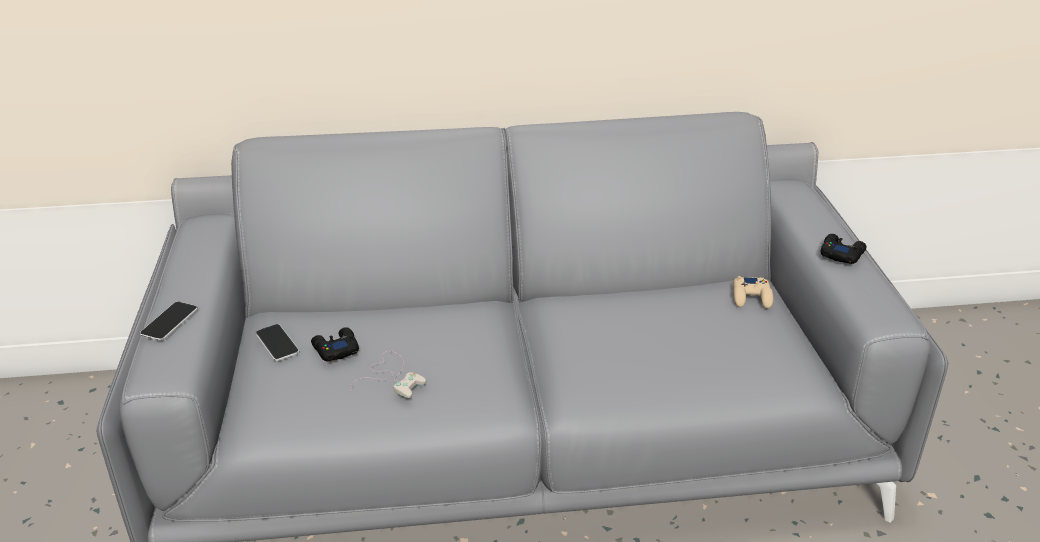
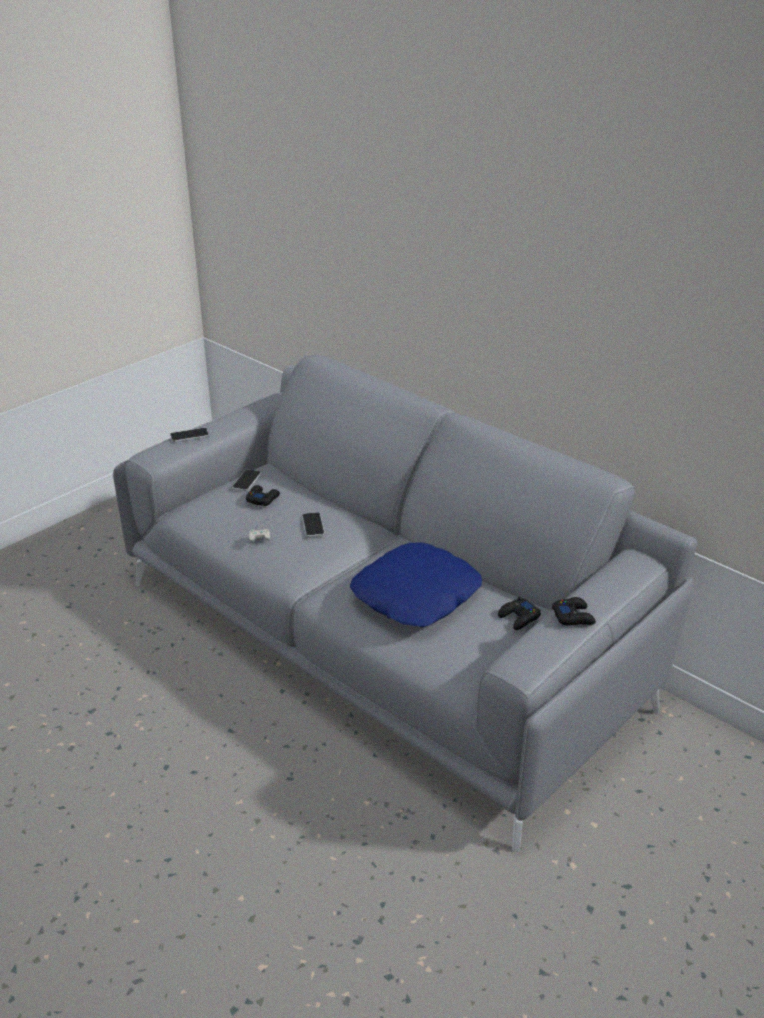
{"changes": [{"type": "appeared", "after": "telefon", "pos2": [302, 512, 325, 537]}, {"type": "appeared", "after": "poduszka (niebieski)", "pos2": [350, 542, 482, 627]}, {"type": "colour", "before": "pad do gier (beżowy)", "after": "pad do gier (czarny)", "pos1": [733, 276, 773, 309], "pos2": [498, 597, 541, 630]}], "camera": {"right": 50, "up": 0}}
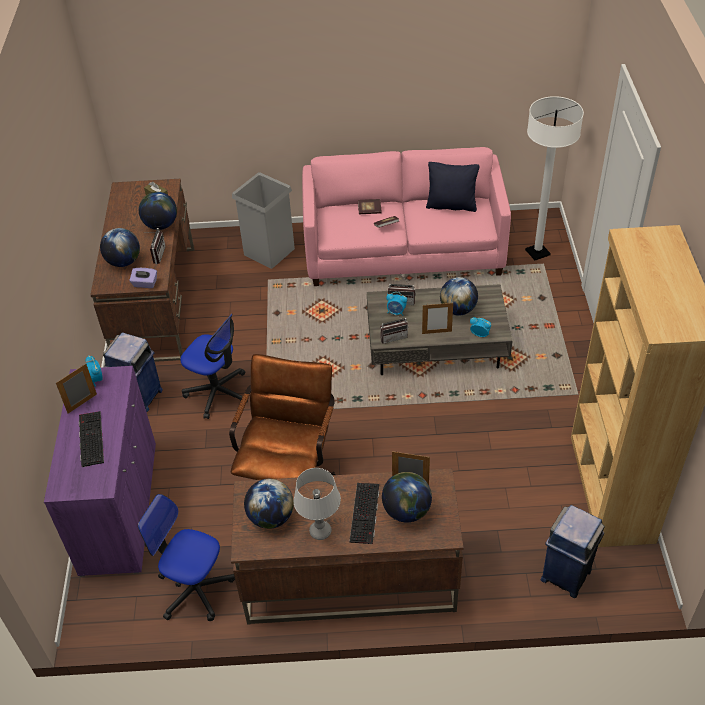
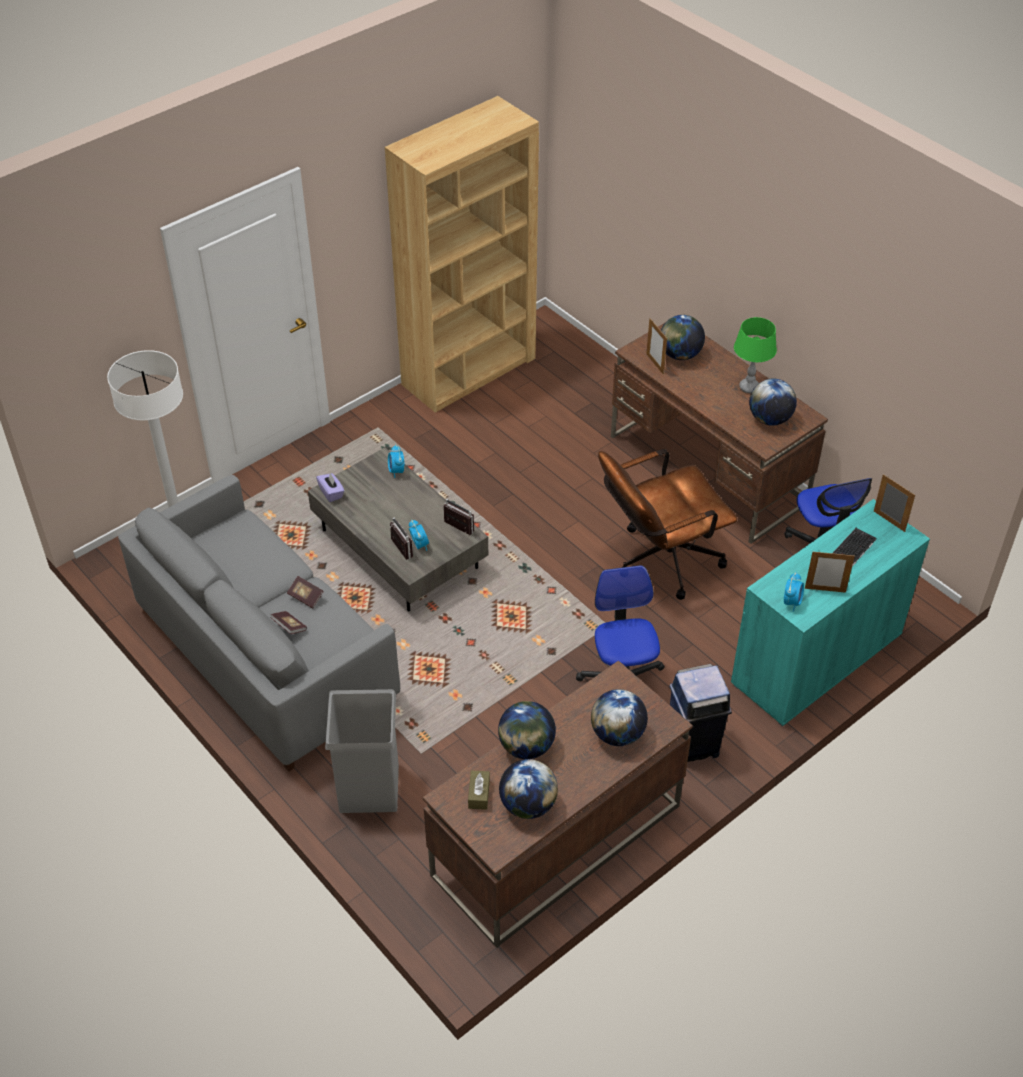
{"changes": [{"type": "missing", "before": "radio", "pos1": [142, 228, 166, 264]}, {"type": "missing", "before": "klawiatura", "pos1": [349, 483, 379, 544]}, {"type": "missing", "before": "poduszka (czarny)", "pos1": [426, 162, 480, 212]}, {"type": "missing", "before": "kosz na śmieci (niebieski)", "pos1": [541, 505, 605, 598]}, {"type": "relocated", "before": "pudełko chusteczek (fioletowy)", "pos1": [129, 268, 157, 288], "pos2": [316, 473, 344, 502]}, {"type": "relocated", "before": "ramka na zdjęcie", "pos1": [422, 302, 453, 334], "pos2": [874, 474, 915, 532]}, {"type": "relocated", "before": "globus", "pos1": [440, 277, 478, 315], "pos2": [499, 759, 558, 819]}, {"type": "colour", "before": "szafka (fioletowy)", "after": "szafka (turkusowy)", "pos1": [44, 366, 156, 577], "pos2": [731, 499, 930, 727]}, {"type": "colour", "before": "lampa stołowa (szary)", "after": "lampa stołowa (zielony)", "pos1": [294, 468, 341, 540], "pos2": [734, 317, 777, 393]}, {"type": "colour", "before": "kanapa (różowy)", "after": "kanapa (szary)", "pos1": [302, 147, 511, 286], "pos2": [118, 475, 400, 772]}], "camera": {"right": -130, "up": 0}}
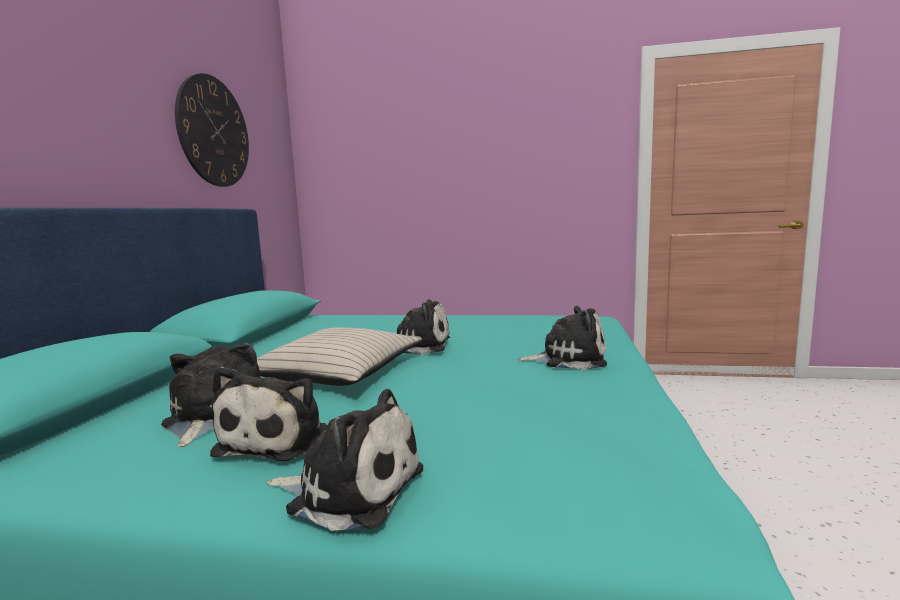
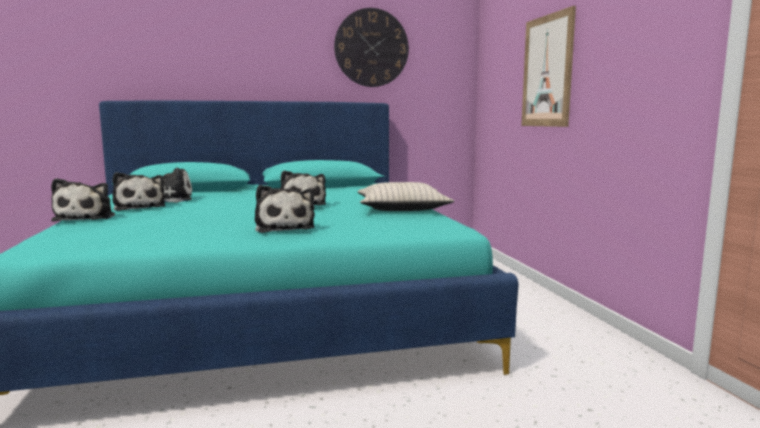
{"changes": [{"type": "appeared", "after": "obraz", "pos2": [521, 6, 576, 127]}, {"type": "relocated", "before": "poduszka (beżowy)", "pos1": [257, 327, 422, 386], "pos2": [357, 182, 454, 211]}, {"type": "spun", "before": "pluszak", "pos1": [210, 366, 328, 462], "pos2": [112, 172, 165, 211], "turn": -105}], "camera": {"right": 65, "up": 0}}
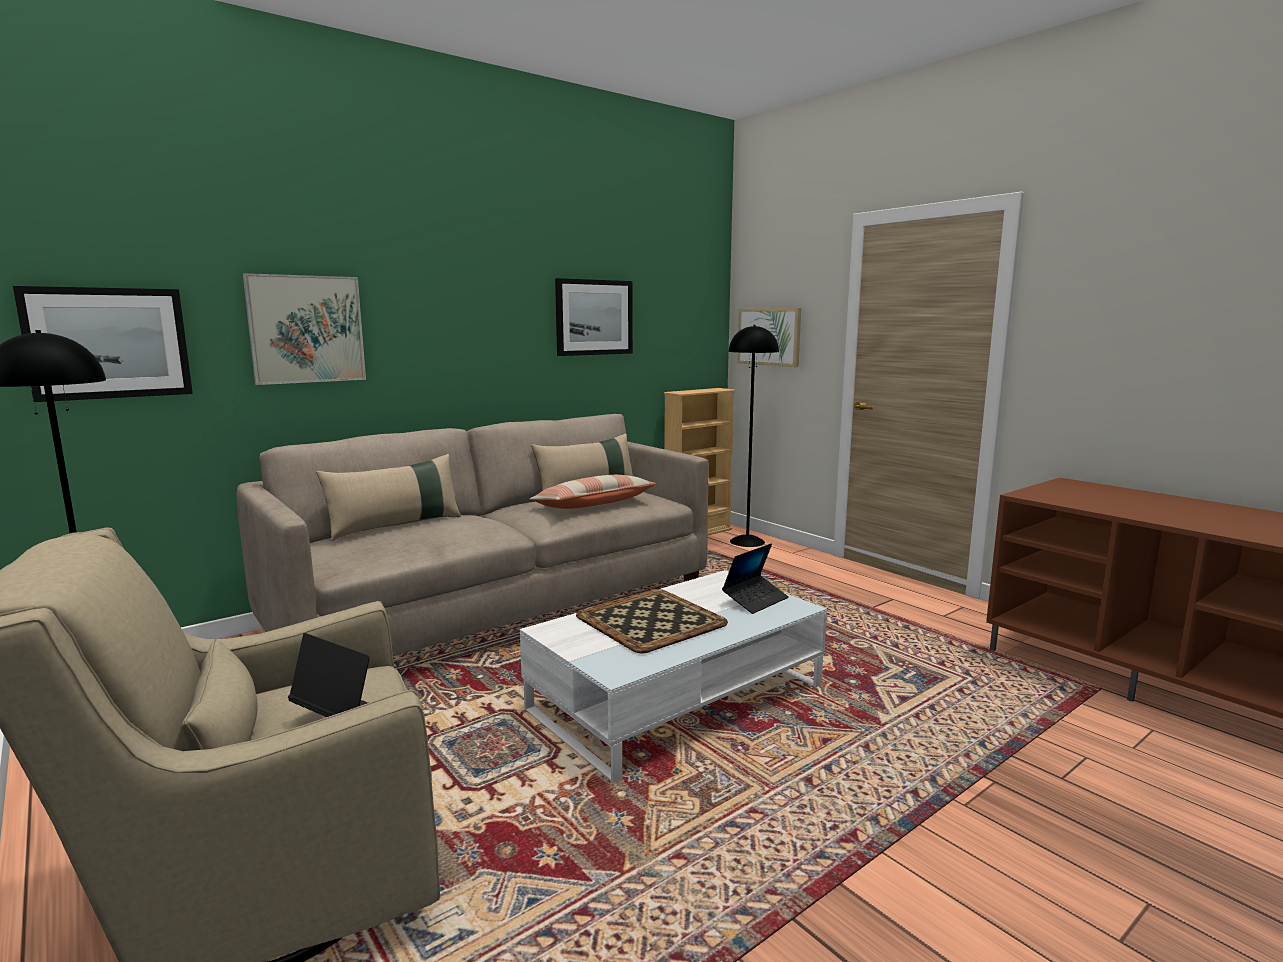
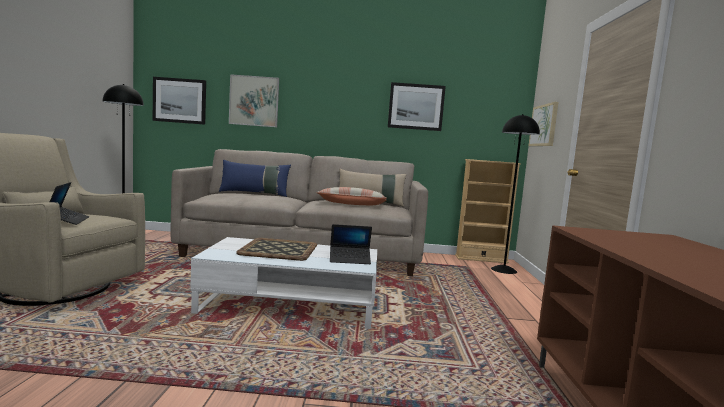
{"changes": [{"type": "colour", "before": "poduszka (beżowy)", "after": "poduszka (niebieski)", "pos1": [316, 454, 461, 541], "pos2": [219, 160, 291, 197]}], "camera": {"right": 40, "up": -5}}
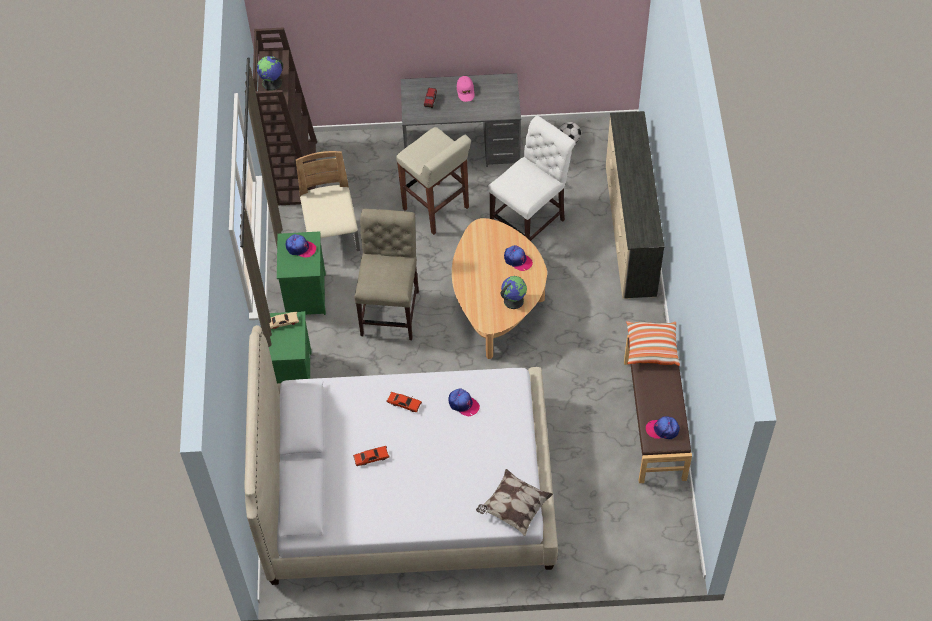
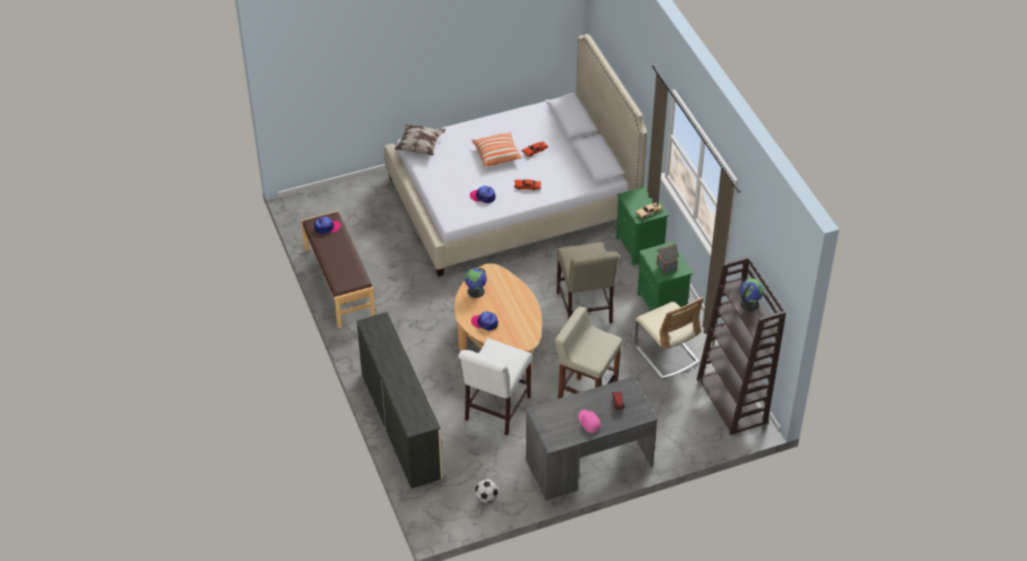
{"changes": [{"type": "relocated", "before": "poduszka", "pos1": [626, 321, 680, 366], "pos2": [472, 132, 522, 167]}, {"type": "exchanged", "before": "czapka z daszkiem", "after": "domek", "pos1": [286, 234, 316, 257], "pos2": [656, 243, 679, 274]}], "camera": {"right": 160, "up": -10}}
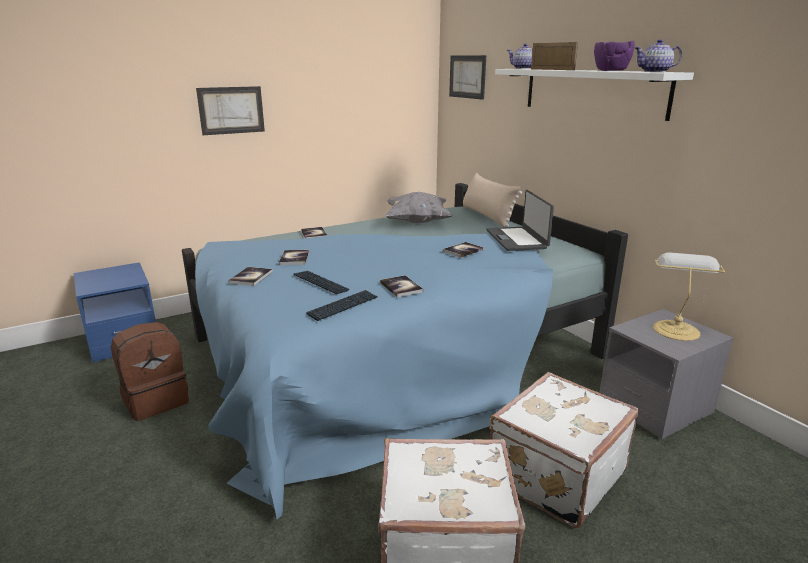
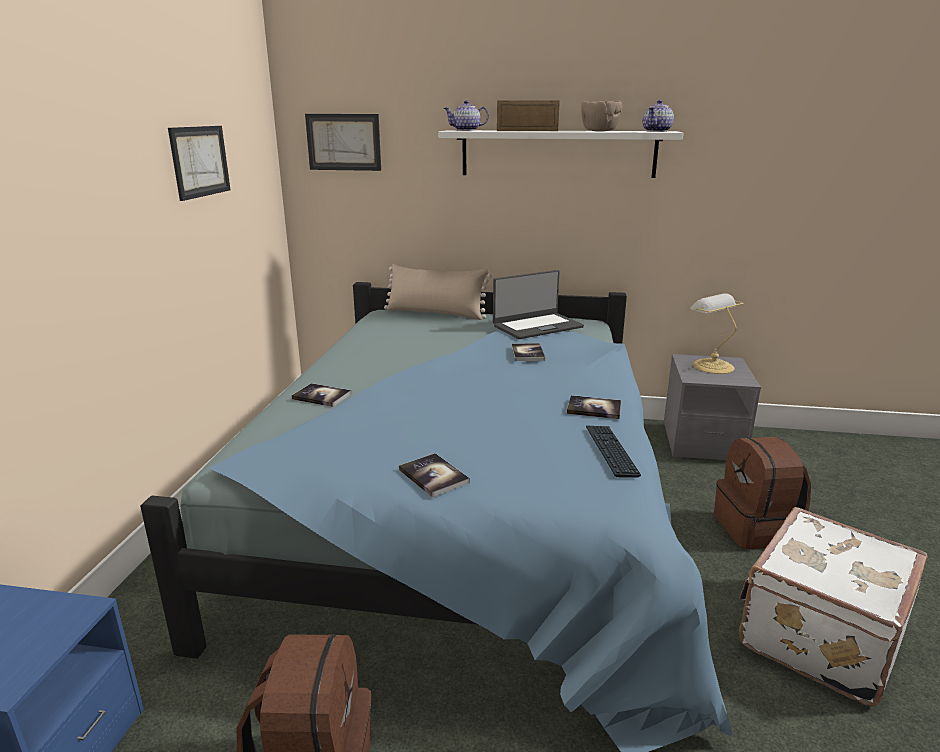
{"changes": [{"type": "missing", "before": "książka", "pos1": [279, 250, 309, 265]}, {"type": "missing", "before": "klawiatura", "pos1": [293, 271, 349, 294]}, {"type": "missing", "before": "poduszka (szary)", "pos1": [385, 192, 453, 223]}, {"type": "relocated", "before": "obraz", "pos1": [196, 86, 265, 135], "pos2": [168, 126, 231, 201]}, {"type": "exchanged", "before": "walizka (biały)", "after": "plecak (brązowy)", "pos1": [489, 372, 639, 528], "pos2": [714, 436, 811, 549]}, {"type": "colour", "before": "miska (fioletowy)", "after": "miska (brązowy)", "pos1": [594, 41, 634, 71], "pos2": [581, 100, 622, 131]}, {"type": "spun", "before": "laptop", "pos1": [487, 190, 554, 251], "pos2": [493, 270, 584, 339], "turn": -60}], "camera": {"right": -50, "up": 0}}
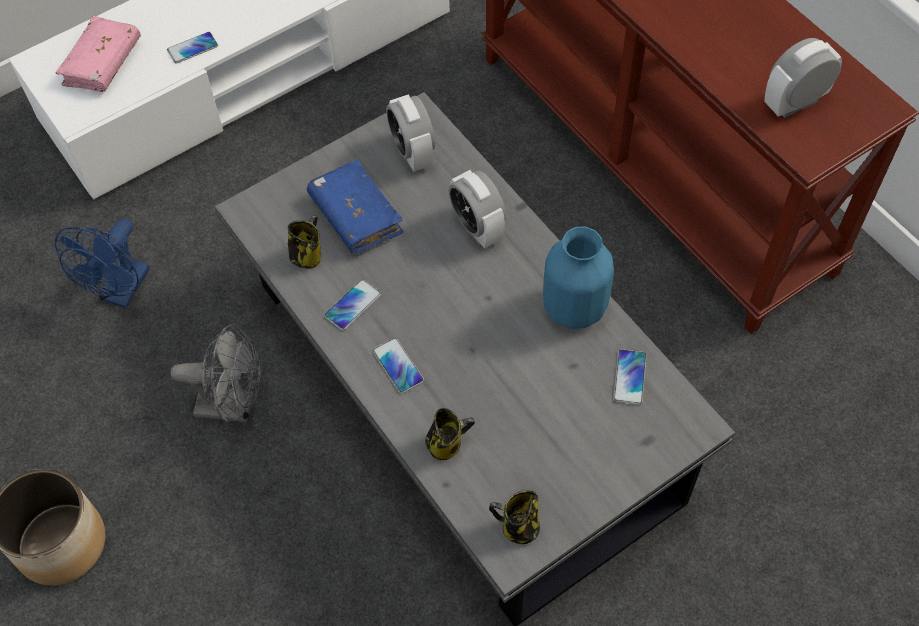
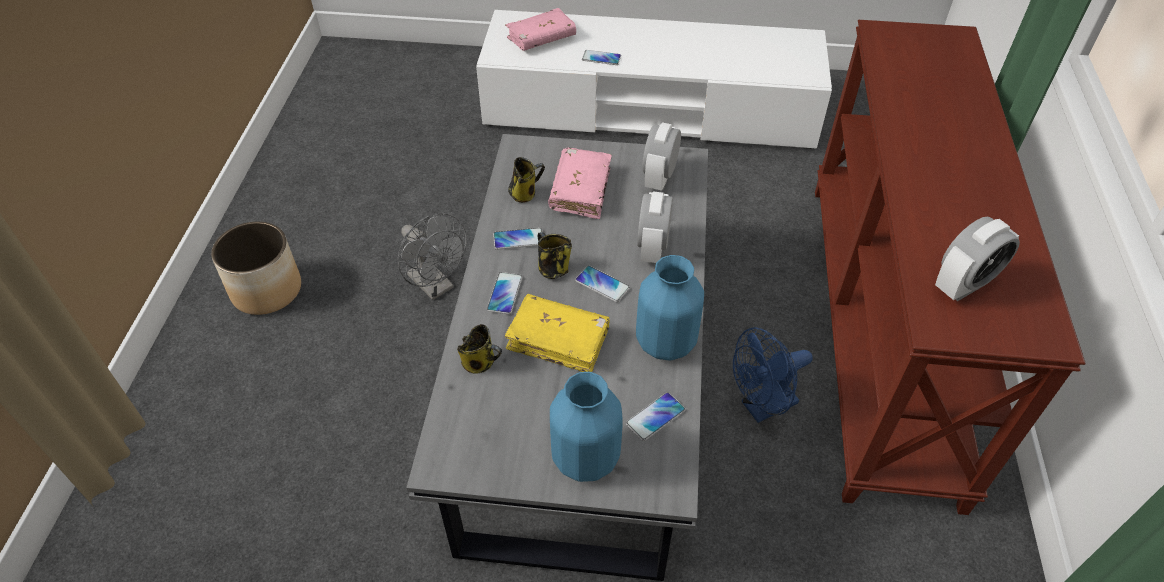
{"changes": [{"type": "appeared", "after": "książka (żółty)", "pos2": [505, 294, 610, 372]}, {"type": "appeared", "after": "wazon (niebieski)", "pos2": [550, 372, 623, 482]}, {"type": "appeared", "after": "telefon", "pos2": [575, 266, 630, 302]}, {"type": "relocated", "before": "wentylator (niebieski)", "pos1": [55, 218, 150, 308], "pos2": [733, 327, 813, 423]}, {"type": "relocated", "before": "kubek", "pos1": [489, 490, 540, 544], "pos2": [537, 232, 572, 279]}, {"type": "colour", "before": "książka (niebieski)", "after": "książka (różowy)", "pos1": [307, 160, 404, 254], "pos2": [548, 148, 612, 219]}, {"type": "spun", "before": "budzik", "pos1": [764, 38, 842, 118], "pos2": [935, 217, 1020, 301], "turn": 135}], "camera": {"right": 40, "up": -10}}
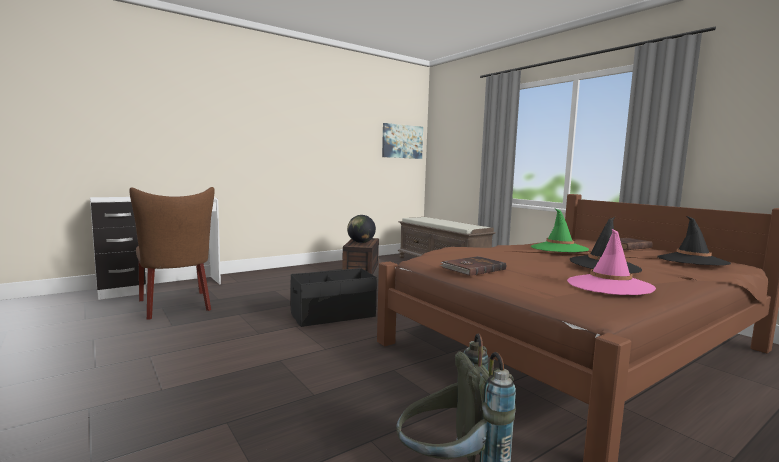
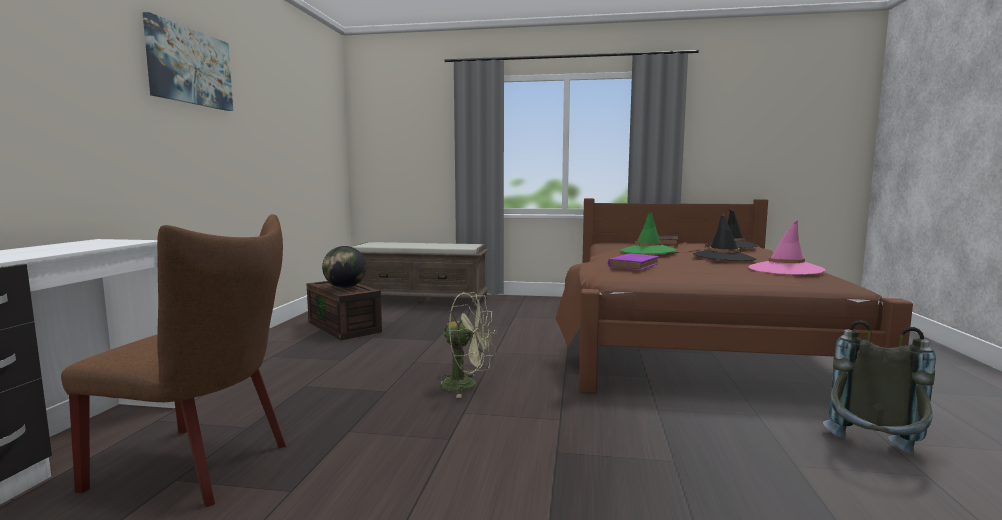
{"changes": [{"type": "missing", "before": "książka (brązowy)", "pos1": [440, 256, 506, 276]}, {"type": "appeared", "after": "książka (fioletowy)", "pos2": [608, 254, 659, 270]}, {"type": "relocated", "before": "obraz", "pos1": [382, 123, 423, 159], "pos2": [143, 12, 233, 111]}, {"type": "exchanged", "before": "pojemnik do przechowywania (czarny)", "after": "wentylator (zielony)", "pos1": [290, 268, 377, 327], "pos2": [436, 292, 497, 398]}], "camera": {"right": -45, "up": 0}}
